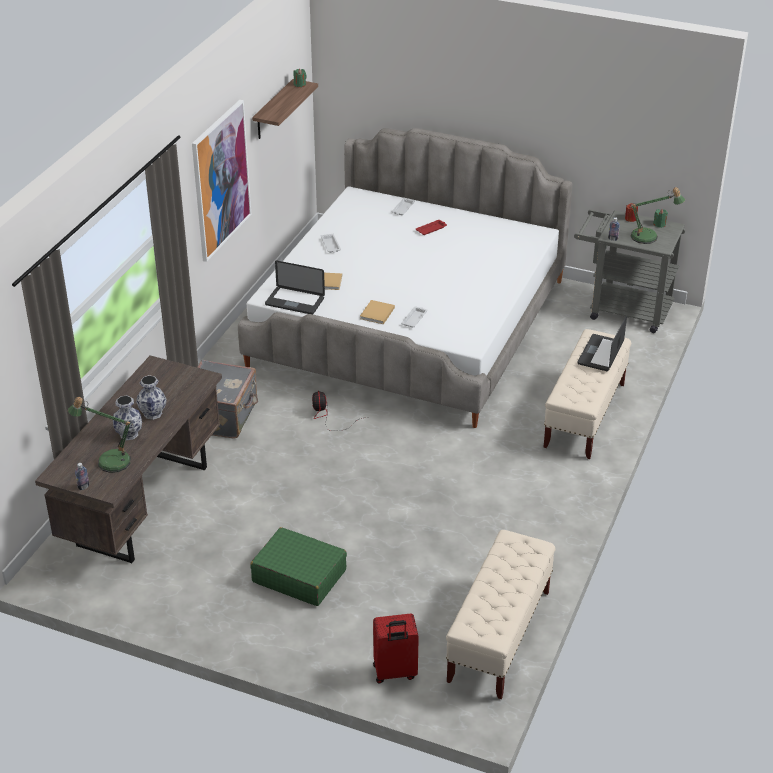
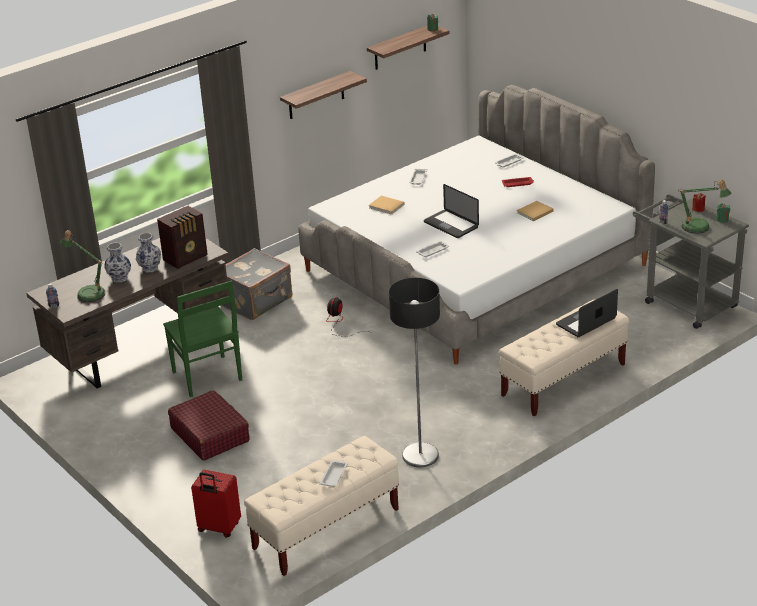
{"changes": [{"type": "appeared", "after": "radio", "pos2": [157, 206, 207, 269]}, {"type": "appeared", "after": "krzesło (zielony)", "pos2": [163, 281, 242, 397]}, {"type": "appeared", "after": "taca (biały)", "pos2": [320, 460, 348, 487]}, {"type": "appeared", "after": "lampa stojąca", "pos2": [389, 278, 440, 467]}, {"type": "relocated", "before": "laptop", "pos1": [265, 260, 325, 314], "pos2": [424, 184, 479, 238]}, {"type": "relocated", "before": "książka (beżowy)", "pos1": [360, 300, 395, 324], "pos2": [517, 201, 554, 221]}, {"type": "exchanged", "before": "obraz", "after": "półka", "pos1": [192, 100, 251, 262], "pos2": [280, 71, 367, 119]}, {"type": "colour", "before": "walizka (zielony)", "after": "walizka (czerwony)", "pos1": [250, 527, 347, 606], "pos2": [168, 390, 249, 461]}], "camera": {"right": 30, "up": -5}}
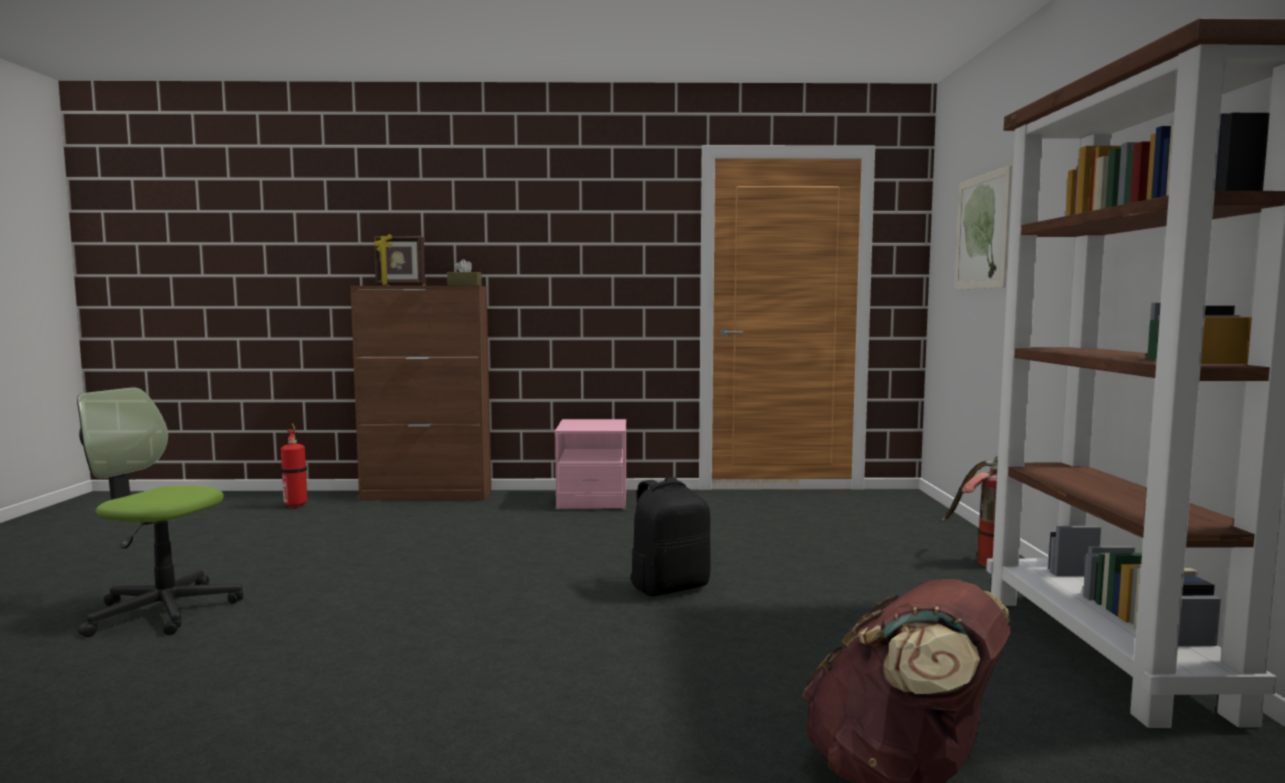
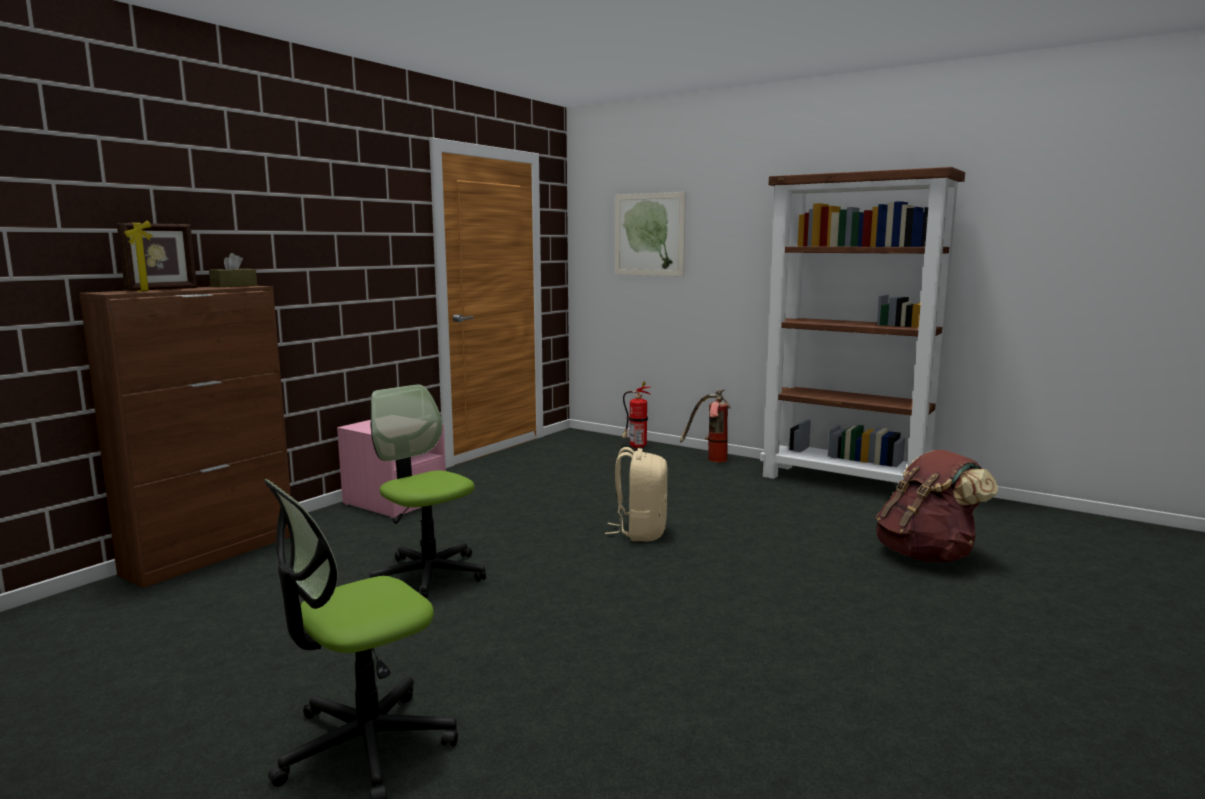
{"changes": [{"type": "appeared", "after": "krzesło biurowe", "pos2": [366, 384, 486, 598]}, {"type": "relocated", "before": "gaśnica", "pos1": [281, 423, 307, 508], "pos2": [621, 382, 650, 449]}, {"type": "colour", "before": "plecak (czarny)", "after": "plecak (beżowy)", "pos1": [630, 477, 711, 596], "pos2": [605, 447, 667, 542]}], "camera": {"right": -55, "up": 5}}
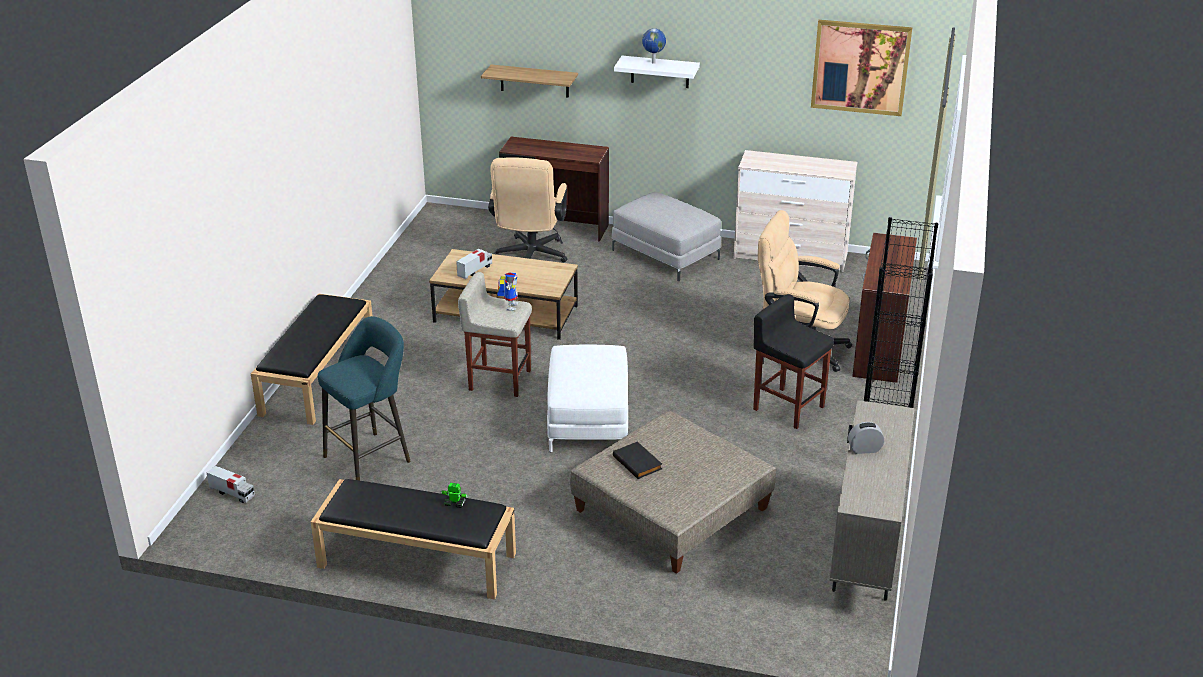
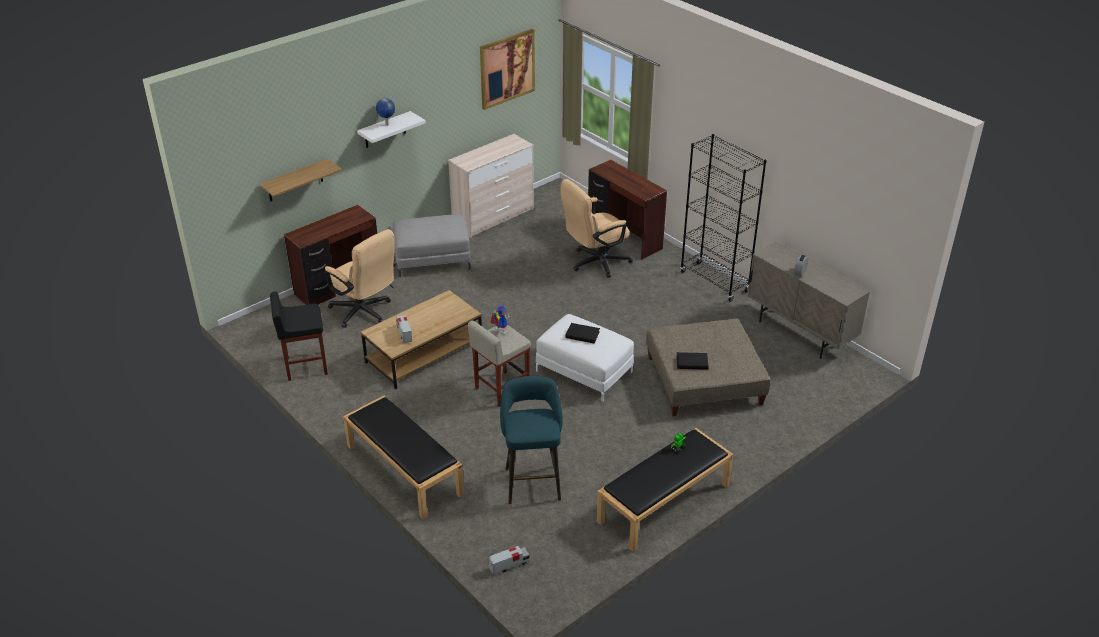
{"changes": [{"type": "appeared", "after": "książka (czarny)", "pos2": [565, 323, 600, 344]}, {"type": "relocated", "before": "stołek (czarny)", "pos1": [753, 294, 834, 429], "pos2": [270, 291, 328, 381]}], "camera": {"right": -55, "up": 5}}
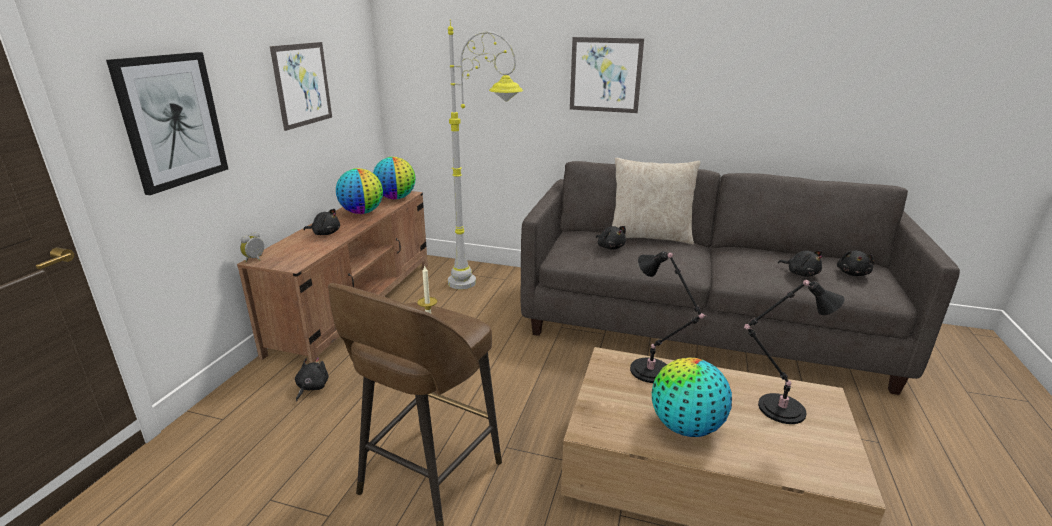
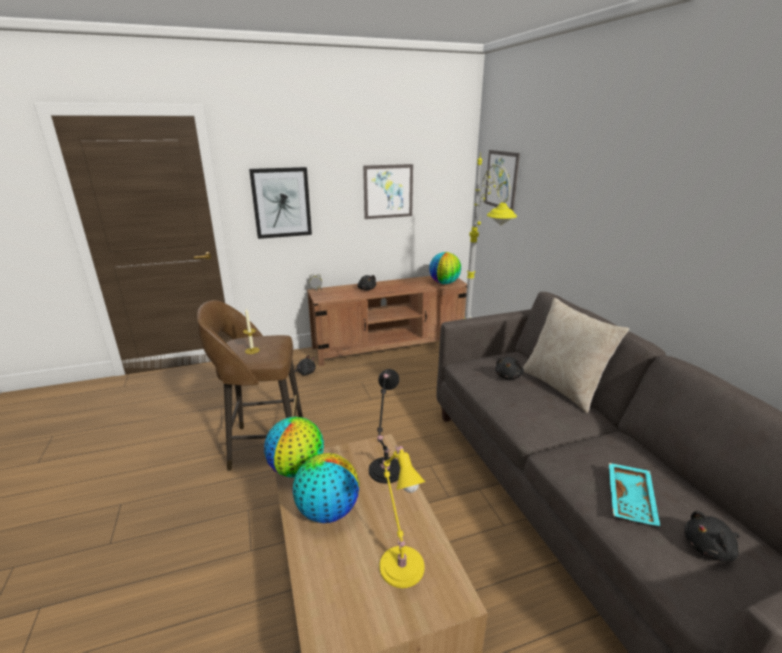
{"changes": [{"type": "relocated", "before": "globus", "pos1": [336, 168, 383, 214], "pos2": [264, 417, 324, 477]}, {"type": "relocated", "before": "obraz", "pos1": [570, 37, 644, 113], "pos2": [485, 150, 520, 211]}, {"type": "exchanged", "before": "pluszak (czarny)", "after": "taca (turkusowy)", "pos1": [778, 250, 822, 276], "pos2": [609, 463, 660, 526]}, {"type": "colour", "before": "lampa stołowa (czarny)", "after": "lampa stołowa (żółty)", "pos1": [744, 280, 845, 424], "pos2": [380, 446, 425, 588]}], "camera": {"right": 55, "up": 0}}
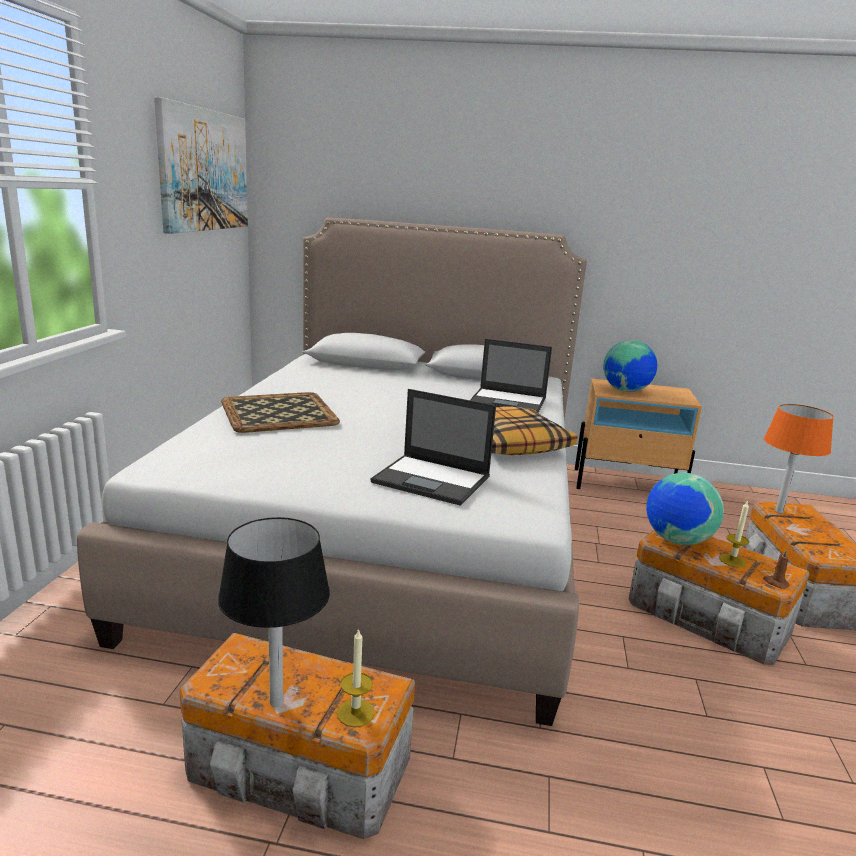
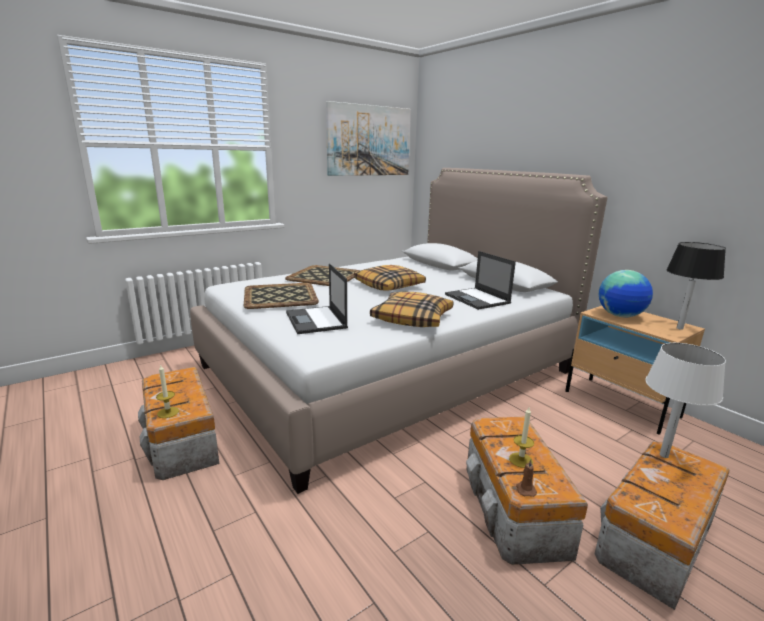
{"changes": [{"type": "missing", "before": "globus", "pos1": [646, 473, 724, 546]}, {"type": "appeared", "after": "taca", "pos2": [244, 283, 319, 309]}, {"type": "appeared", "after": "poduszka", "pos2": [354, 265, 426, 291]}, {"type": "relocated", "before": "lampa stołowa (czarny)", "pos1": [218, 517, 330, 707], "pos2": [667, 242, 726, 330]}, {"type": "colour", "before": "lampa stołowa (pomarańczowy)", "after": "lampa stołowa (biały)", "pos1": [764, 404, 834, 514], "pos2": [645, 343, 726, 458]}], "camera": {"right": 45, "up": 0}}
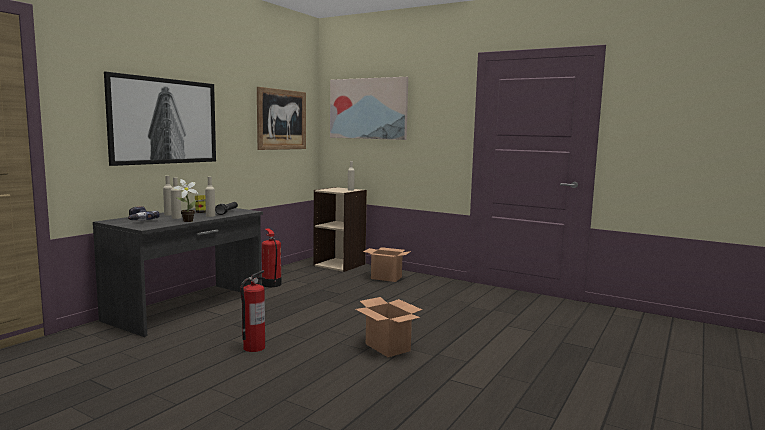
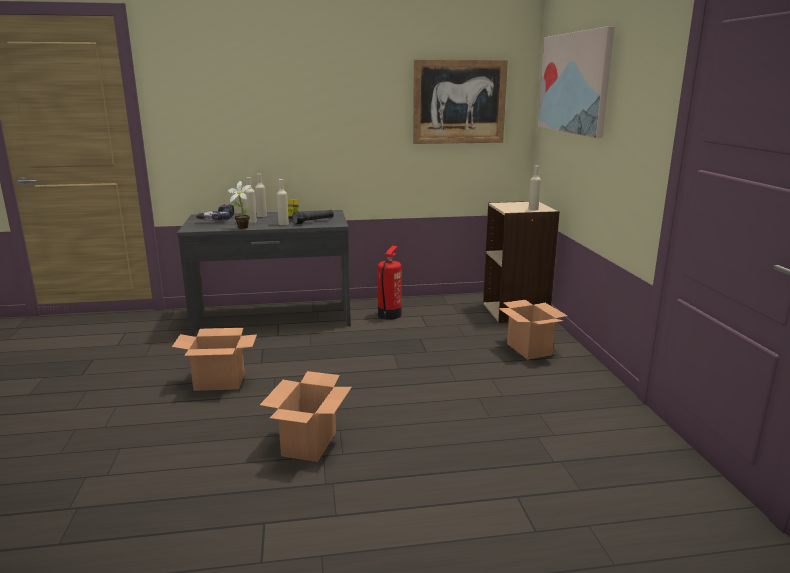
{"changes": [{"type": "missing", "before": "obraz", "pos1": [104, 72, 216, 166]}, {"type": "exchanged", "before": "gaśnica", "after": "karton", "pos1": [240, 270, 265, 352], "pos2": [172, 328, 257, 391]}], "camera": {"right": 50, "up": 10}}
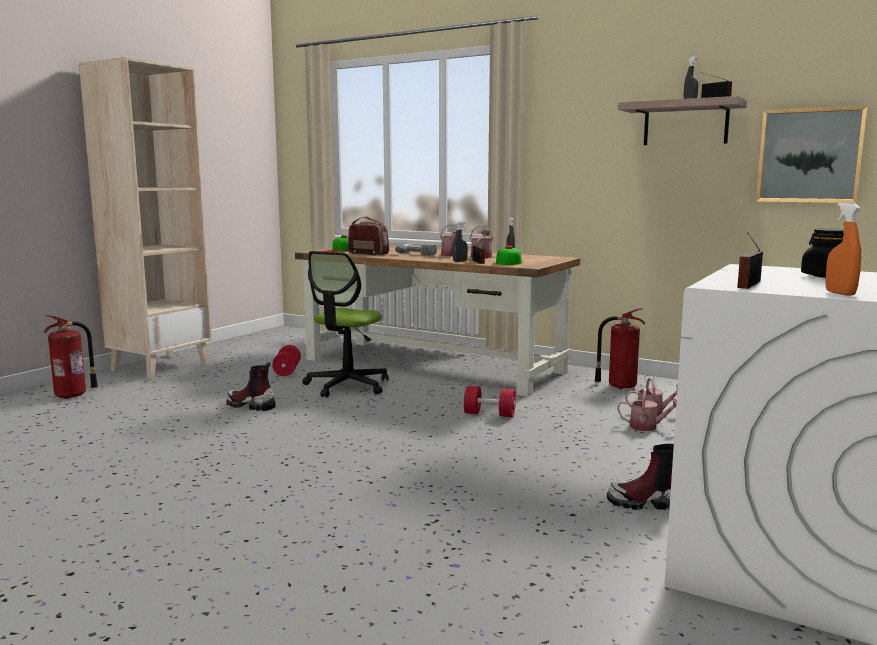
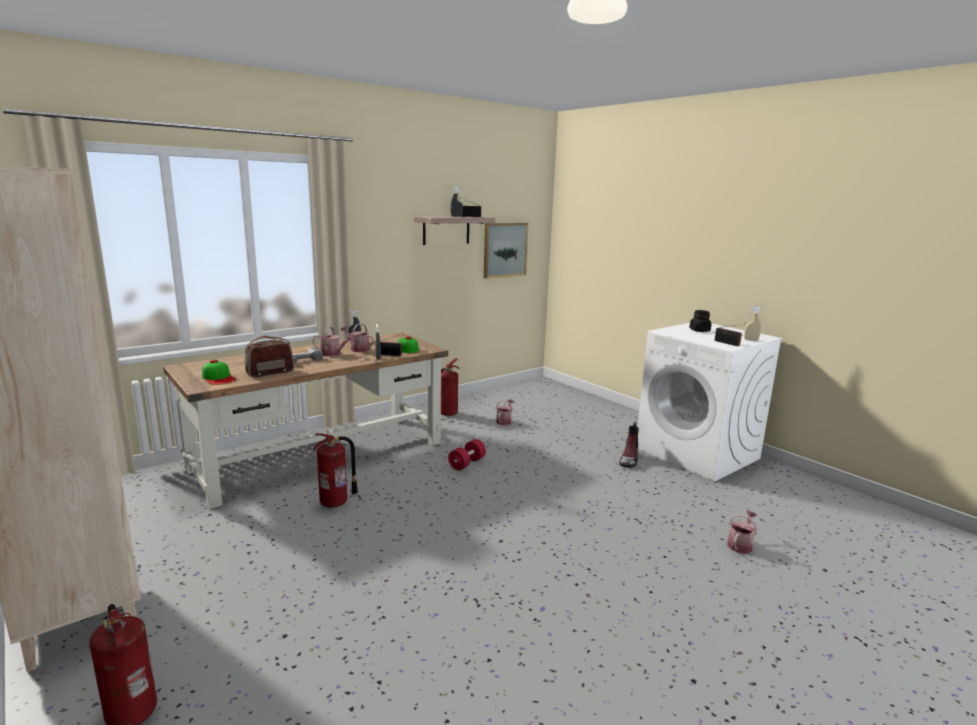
{"changes": [{"type": "missing", "before": "but z cholewką", "pos1": [226, 362, 276, 411]}, {"type": "missing", "before": "hantel (czerwony)", "pos1": [272, 345, 301, 376]}, {"type": "relocated", "before": "konewka", "pos1": [617, 388, 677, 431], "pos2": [727, 511, 757, 554]}, {"type": "exchanged", "before": "krzesło biurowe", "after": "gaśnica", "pos1": [303, 251, 388, 397], "pos2": [313, 433, 358, 508]}, {"type": "colour", "before": "spryskiwacz (pomarańczowy)", "after": "spryskiwacz (beżowy)", "pos1": [825, 203, 861, 296], "pos2": [744, 306, 761, 341]}], "camera": {"right": -70, "up": 5}}
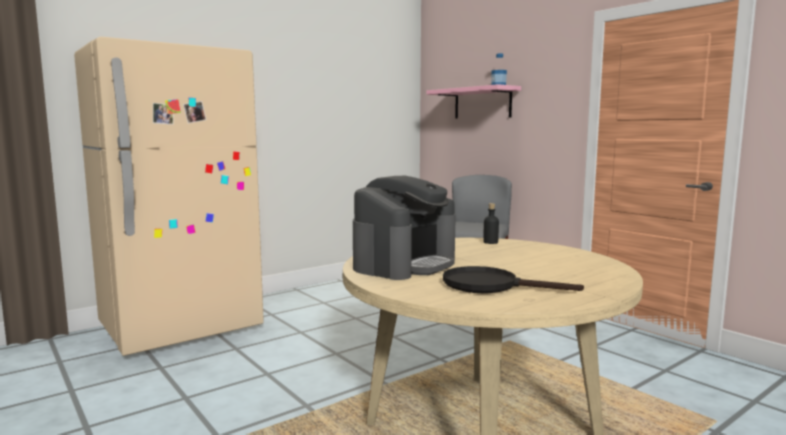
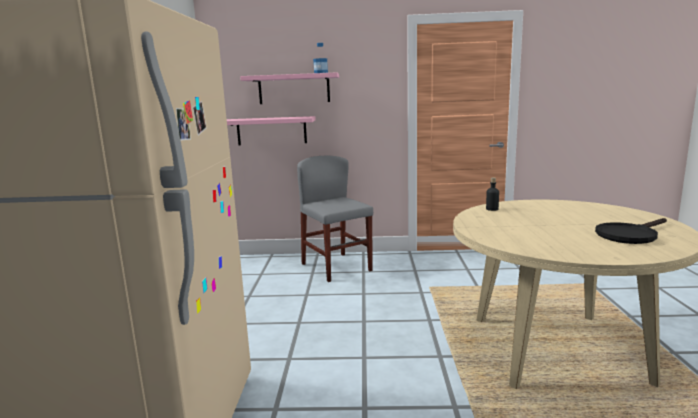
{"changes": [{"type": "missing", "before": "ekspres do kawy", "pos1": [353, 176, 456, 280]}, {"type": "appeared", "after": "półka (różowy)", "pos2": [227, 116, 316, 145]}], "camera": {"right": -50, "up": 5}}
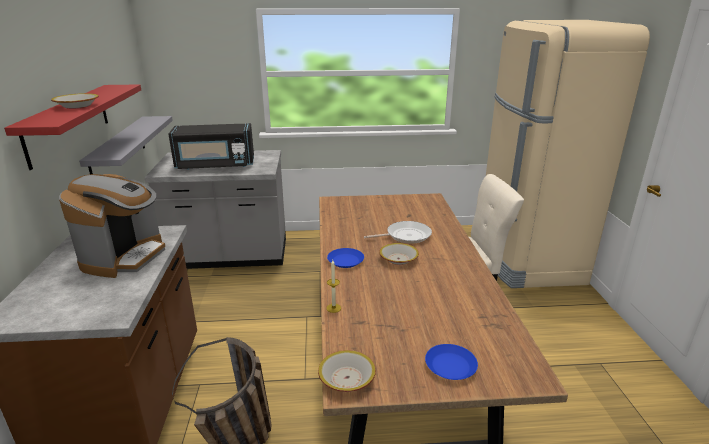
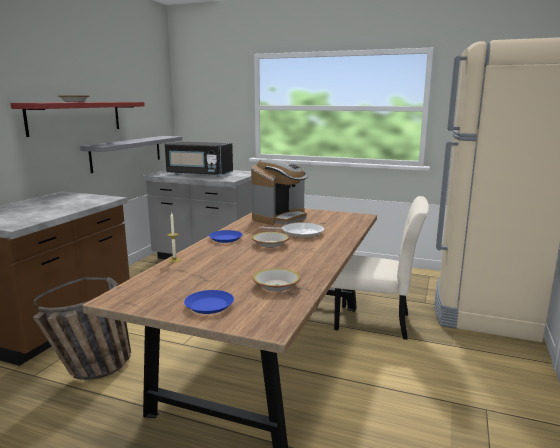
{"changes": [{"type": "relocated", "before": "ekspres do kawy", "pos1": [59, 174, 165, 278], "pos2": [251, 159, 308, 225]}, {"type": "relocated", "before": "miska", "pos1": [318, 350, 376, 392], "pos2": [253, 268, 300, 291]}], "camera": {"right": 25, "up": -10}}
